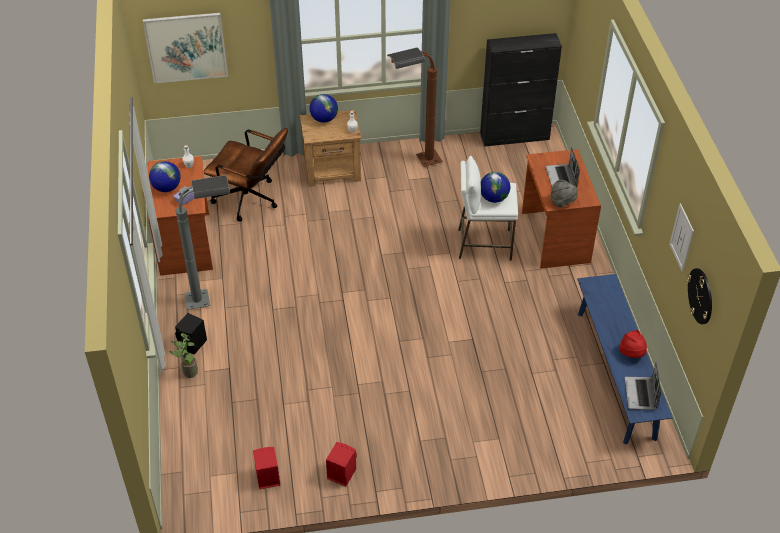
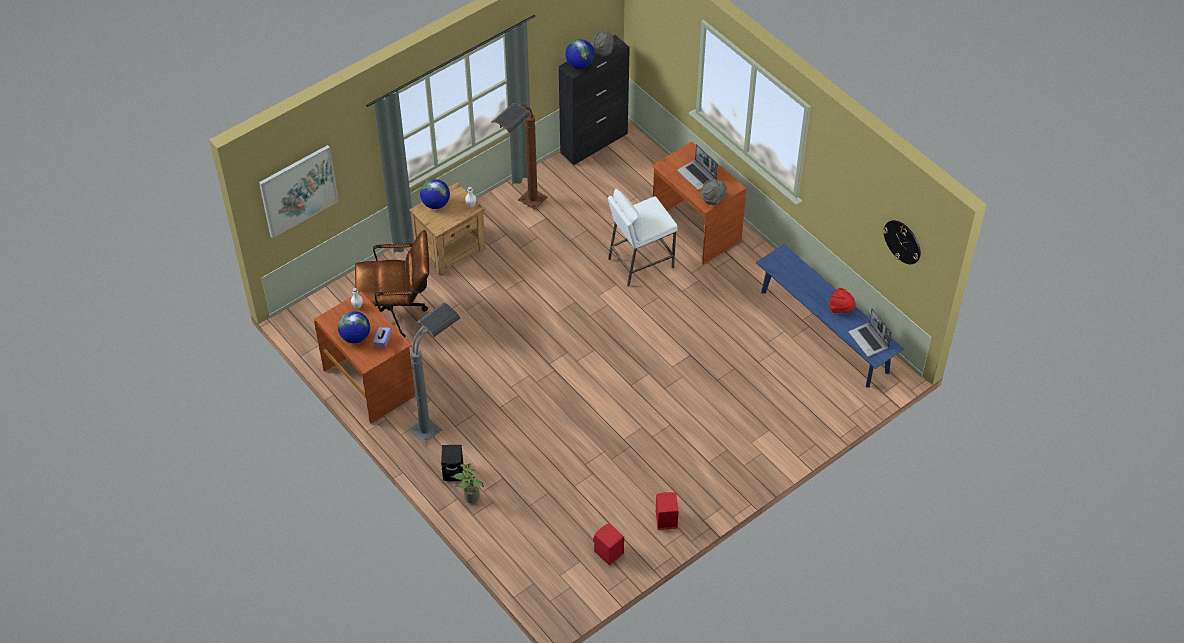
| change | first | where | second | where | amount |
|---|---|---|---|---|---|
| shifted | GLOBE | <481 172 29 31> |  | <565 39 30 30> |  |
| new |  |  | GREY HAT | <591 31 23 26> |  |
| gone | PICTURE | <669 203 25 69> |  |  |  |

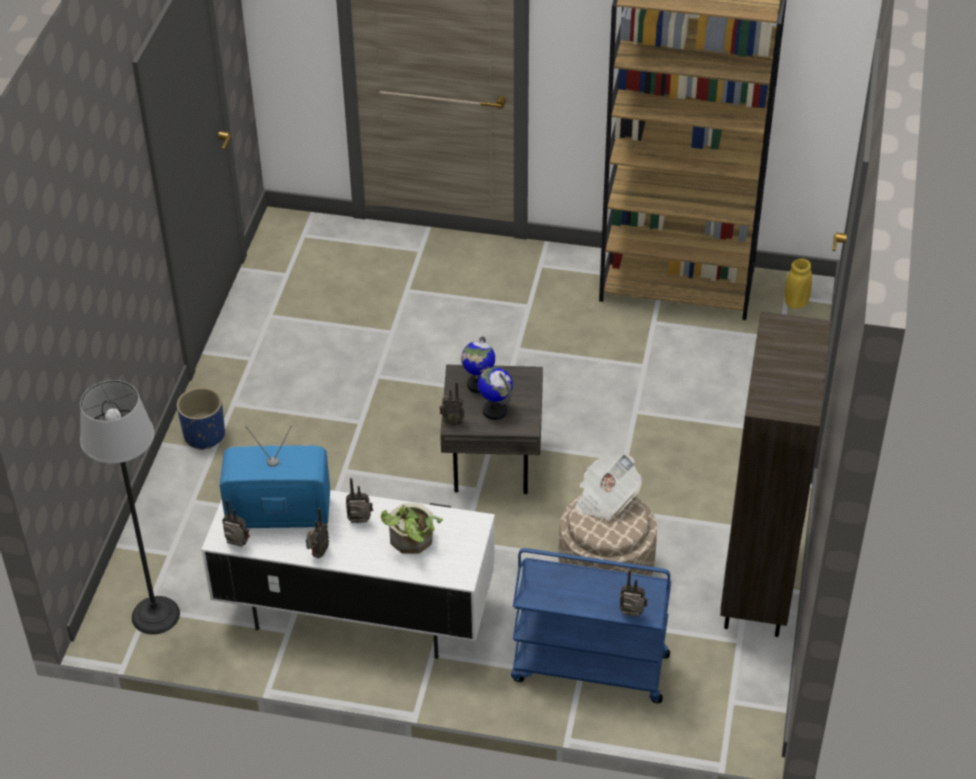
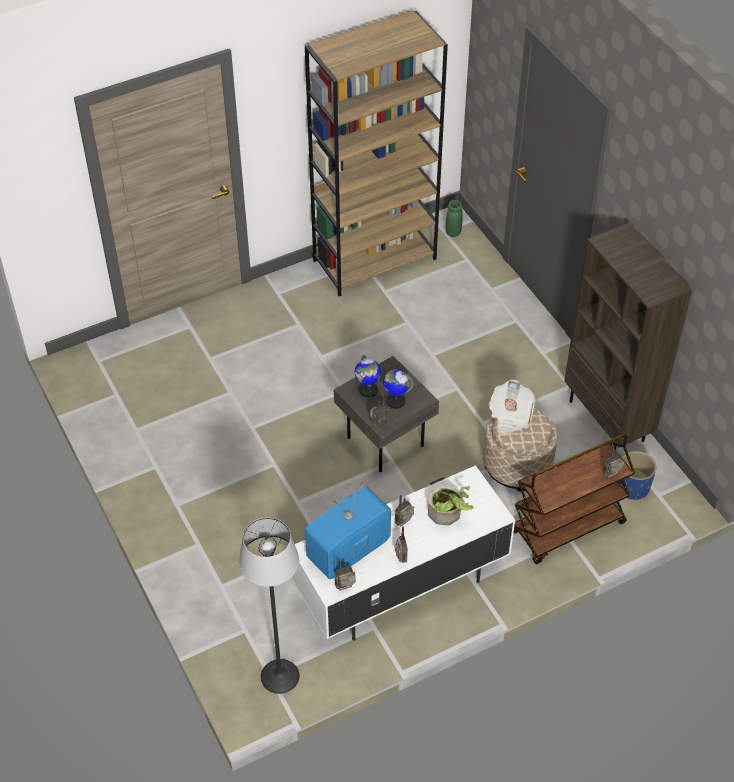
| change | first | where | second | where | amount |
|---|---|---|---|---|---|
| repainted | YELLOW VASE | <784 258 28 51> | GREEN VASE | <446 200 17 37> |  |
| repainted | BLUE CART | <511 548 161 155> | BROWN CART | <513 434 122 130> |  |
| shifted | BLUE PLANTER | <177 387 48 63> |  | <619 451 37 49> |  |

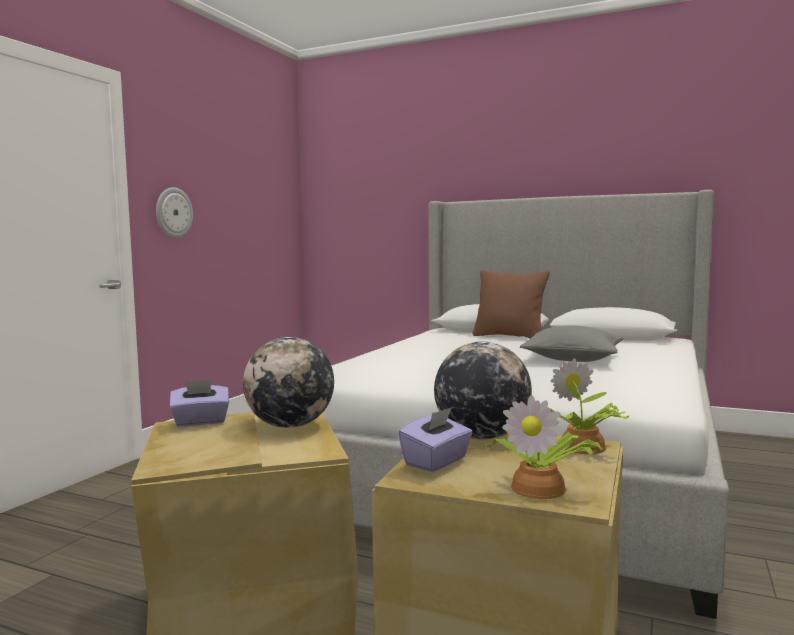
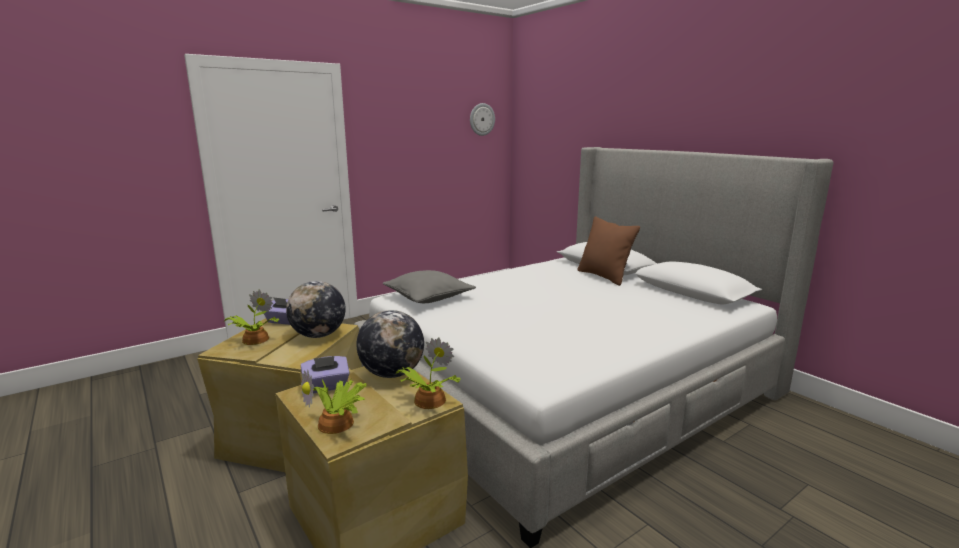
| change | first | where | second | where | amount |
|---|---|---|---|---|---|
| new |  |  | POTTED PLANT | <224 290 55 55> |  |
| shifted | GREY PILLOW | <520 325 104 37> |  | <383 270 93 33> |  |
| shifted | WALL CLOCK | <156 187 37 51> |  | <470 103 25 33> |  |

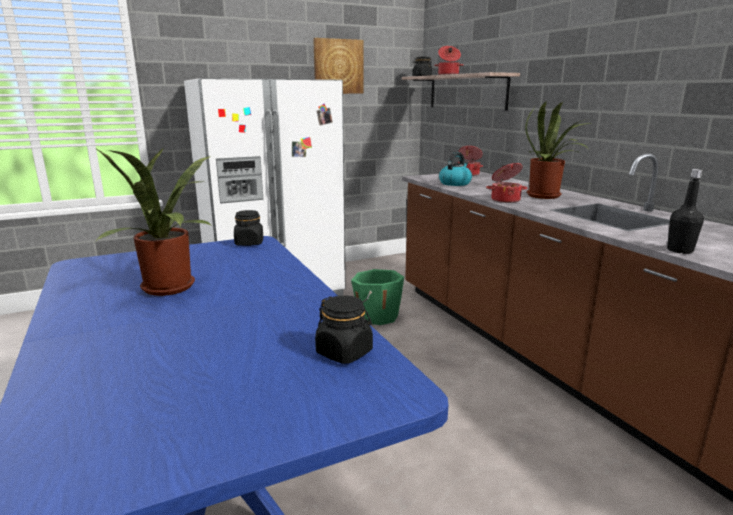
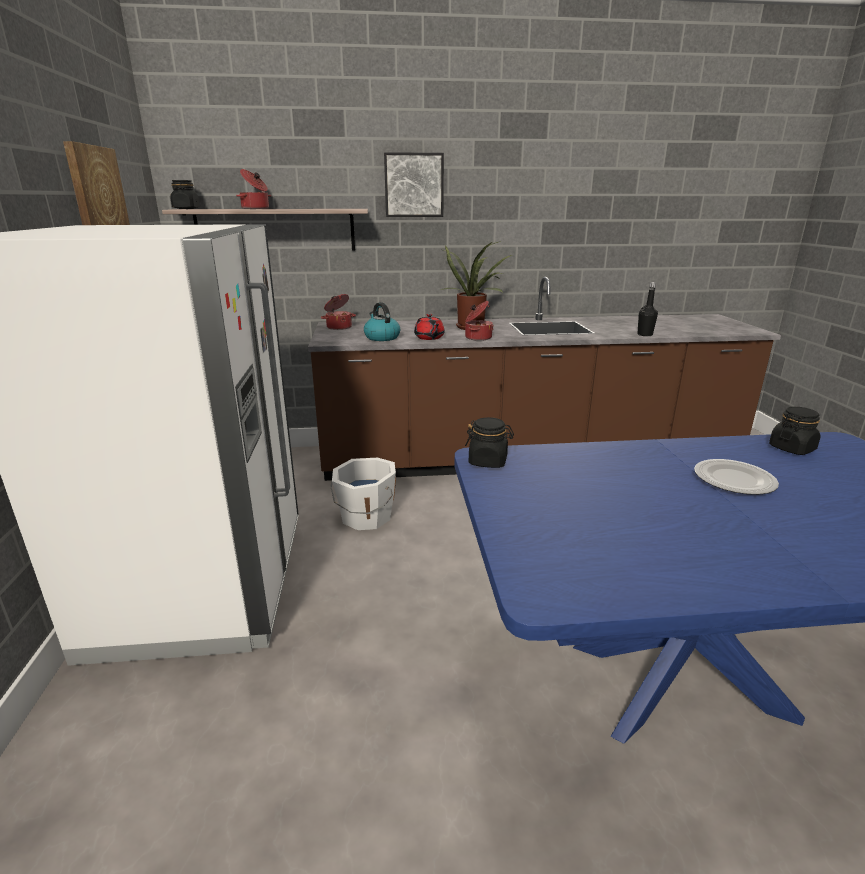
| change | first | where | second | where | amount |
|---|---|---|---|---|---|
| repainted | GREEN BUCKET | <351 269 53 56> | WHITE BUCKET | <330 458 66 72> |  |
| new |  |  | PICTURE | <384 152 60 65> |  |
| new |  |  | RED TEAPOT | <414 314 31 26> |  |
| new |  |  | PLATE | <694 459 85 36> |  |
| gone | POTTED PLANT | <95 148 118 148> |  |  |  |

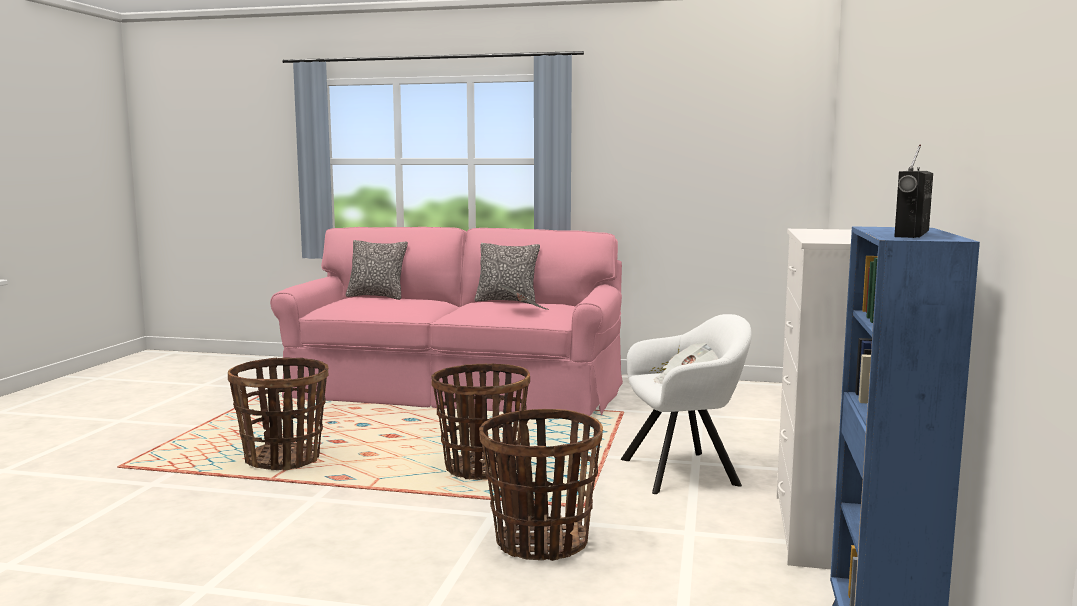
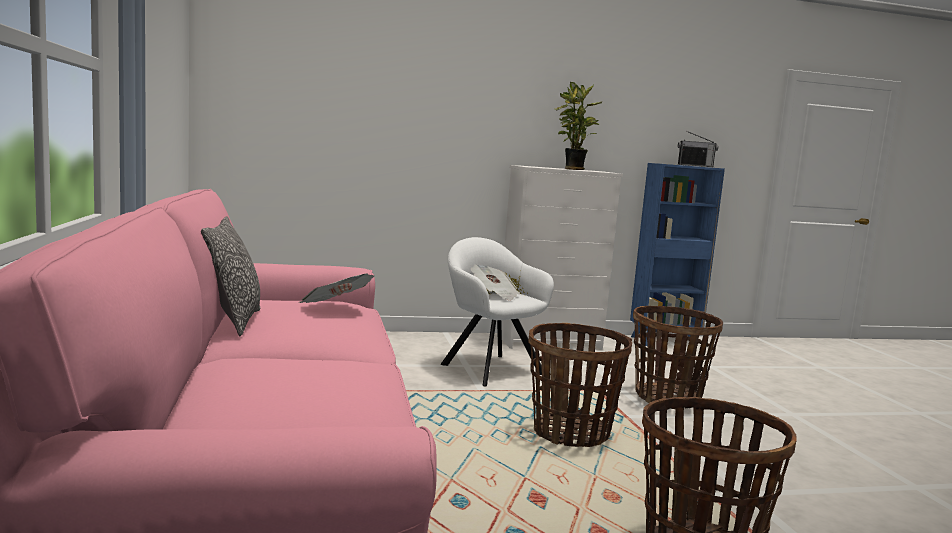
| change | first | where | second | where | amount |
|---|---|---|---|---|---|
| new |  |  | POTTED PLANT | <555 82 48 88> |  |
| gone | PILLOW | <346 240 62 60> |  |  |  |

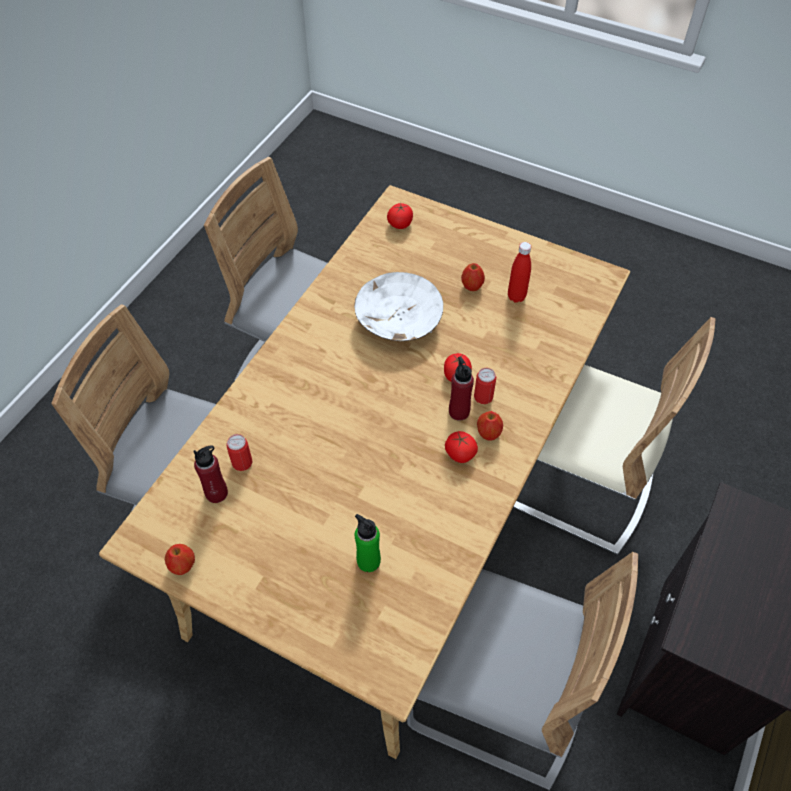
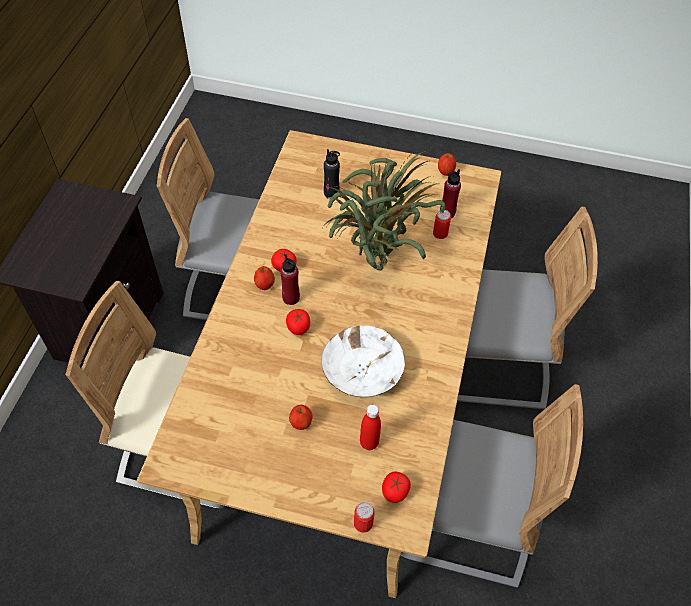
| change | first | where | second | where | amount |
|---|---|---|---|---|---|
| new |  |  | POTTED PLANT | <321 151 124 120> |  |
| repainted | GREEN BOTTLE | <355 514 26 58> | BLACK BOTTLE | <324 149 16 50> |  |
| shifted | CAN | <474 368 22 36> |  | <354 502 21 31> |  |
| shifted | RED BOTTLE | <508 242 23 61> |  | <360 404 21 46> |  |

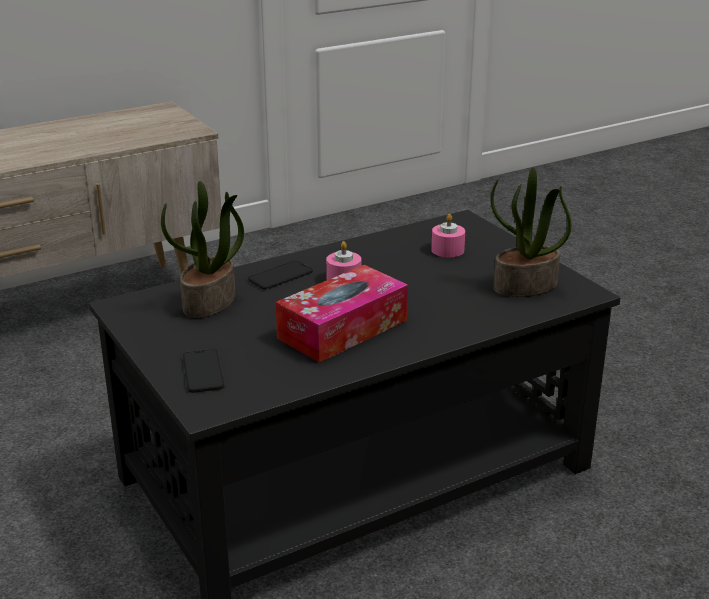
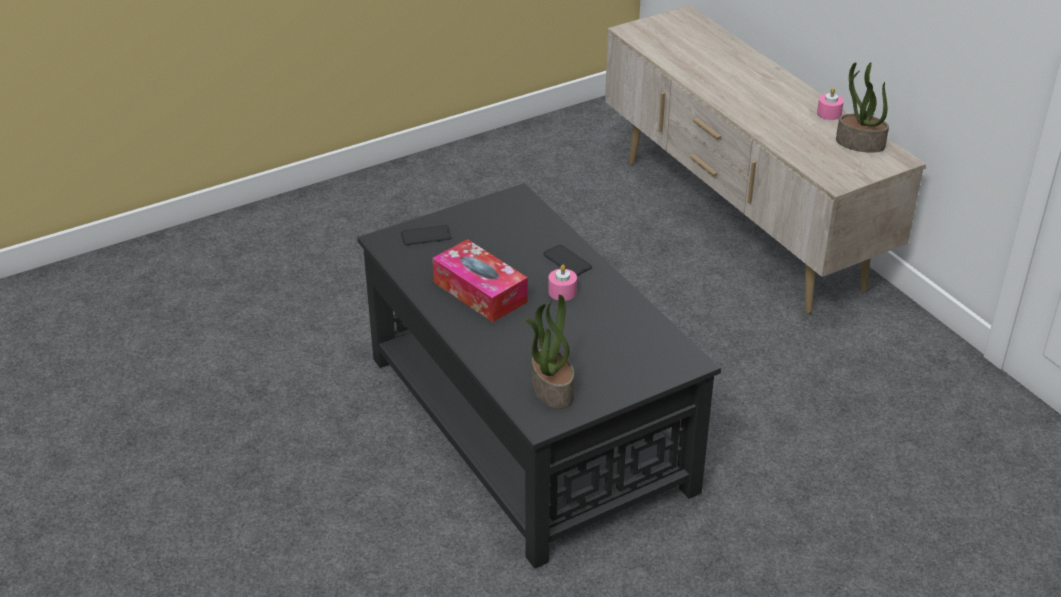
| change | first | where | second | where | amount |
|---|---|---|---|---|---|
| shifted | PINK CANDLE | <431 214 34 43> |  | <817 88 27 32> |  |
| shifted | POTTED PLANT | <161 181 83 137> |  | <836 62 53 91> |  |

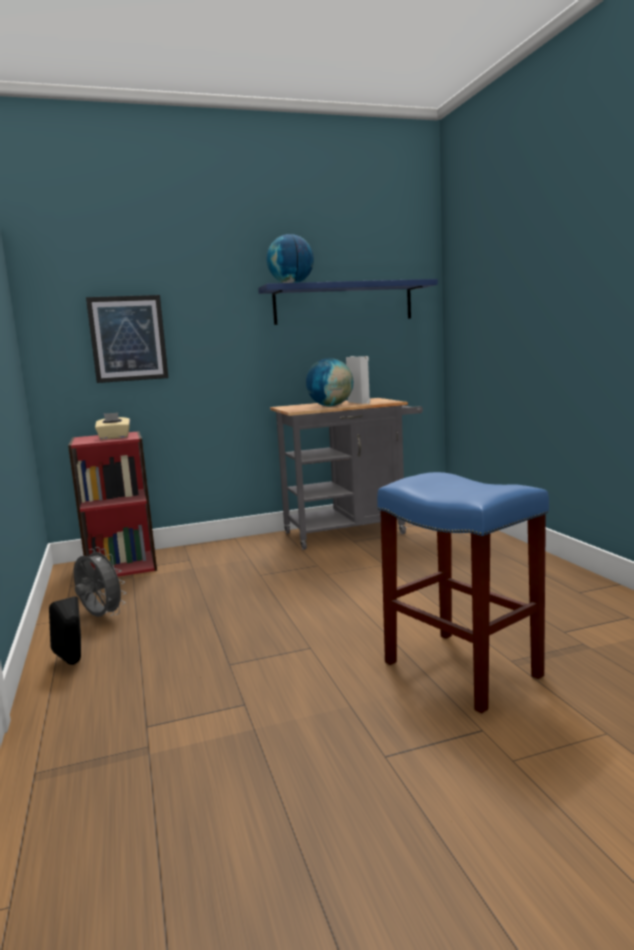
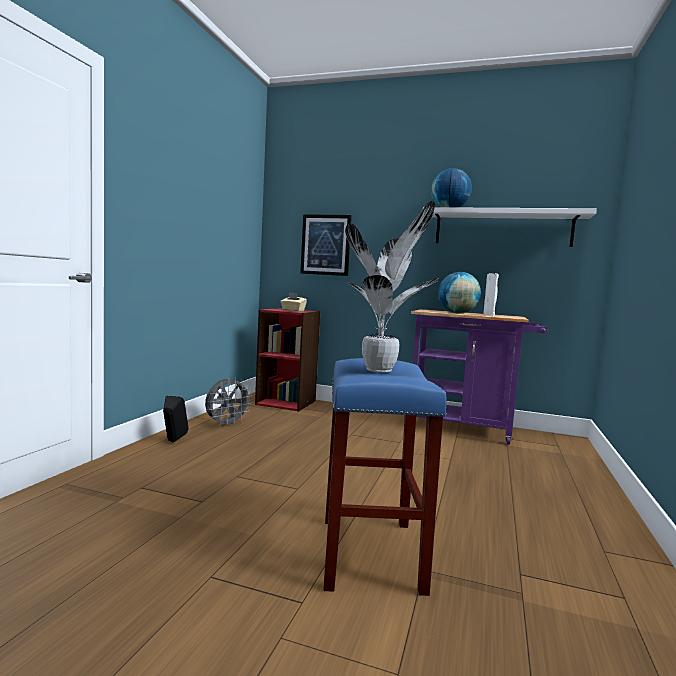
| change | first | where | second | where | amount |
|---|---|---|---|---|---|
| rotated | GREY FAN | <74 547 52 70> |  | <205 377 47 50> | 60 degrees clockwise |
| new |  |  | POTTED PLANT | <345 201 94 172> |  |
| repainted | GREY CART | <270 398 153 152> | PURPLE CART | <411 309 136 136> |  |
| repainted | BLUE SHELF | <258 279 180 46> | WHITE SHELF | <423 207 174 40> |  |

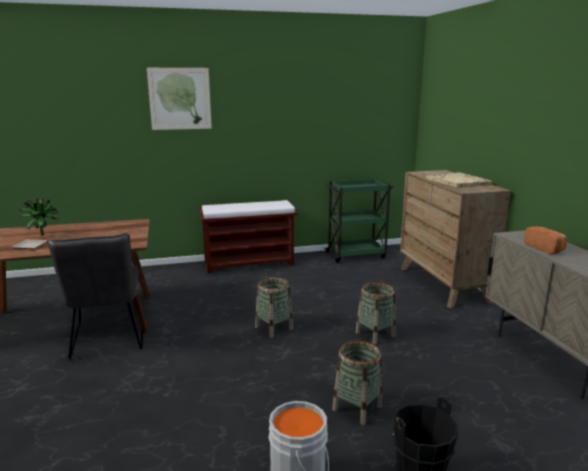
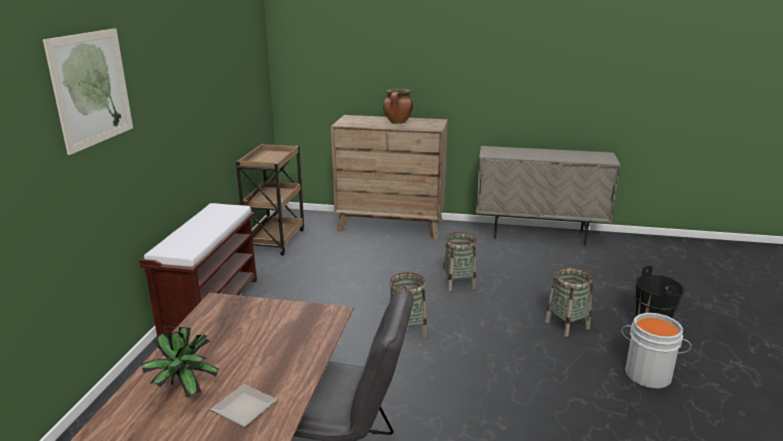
| change | first | where | second | where | amount |
|---|---|---|---|---|---|
| repainted | GREEN CART | <324 179 70 84> | BROWN CART | <236 144 68 112> |  |
| swapped | BEIGE TRAY | <426 172 66 16> | COOKING POT | <383 89 30 35> |  |
| gone | BREAD | <524 227 43 27> |  |  |  |

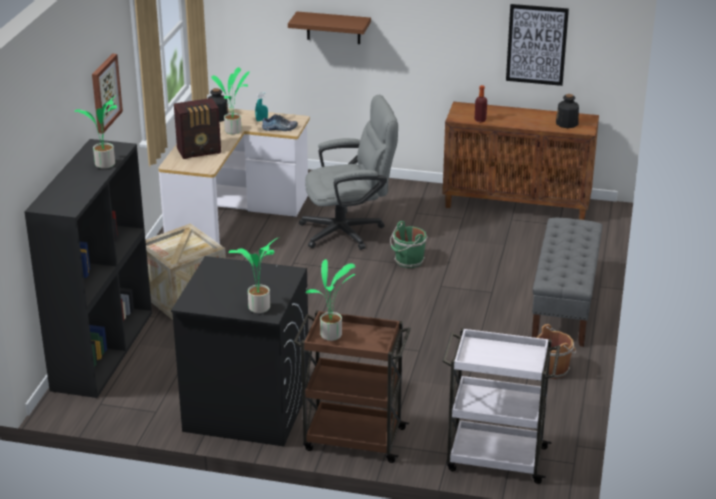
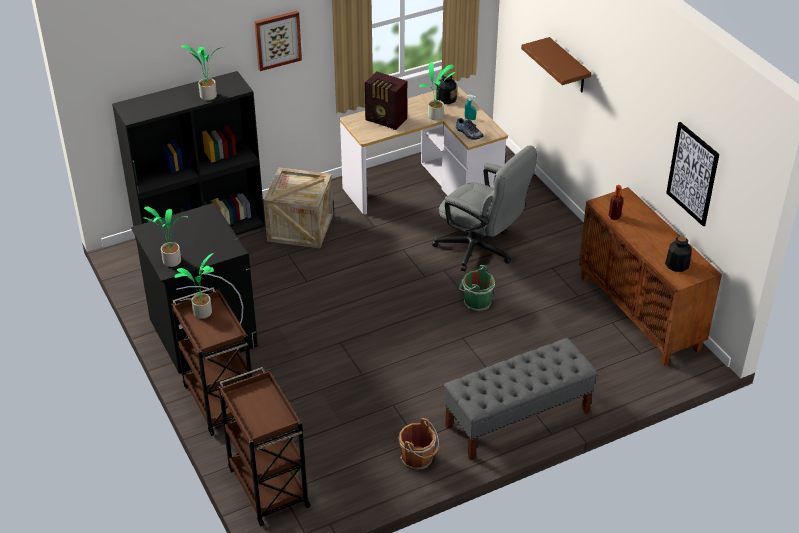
| change | first | where | second | where | amount |
|---|---|---|---|---|---|
| repainted | WHITE CART | <442 328 118 156> | BROWN CART | <218 367 93 160> |  |

